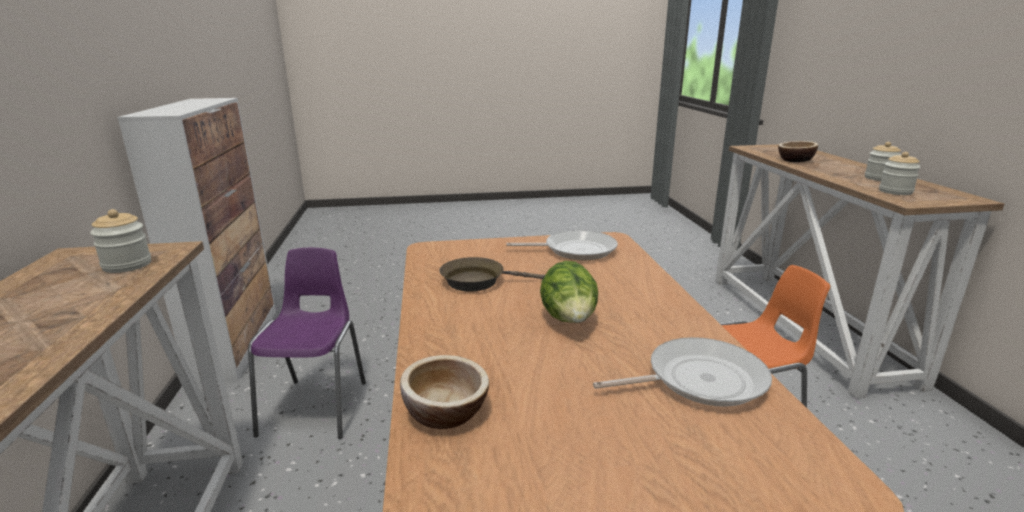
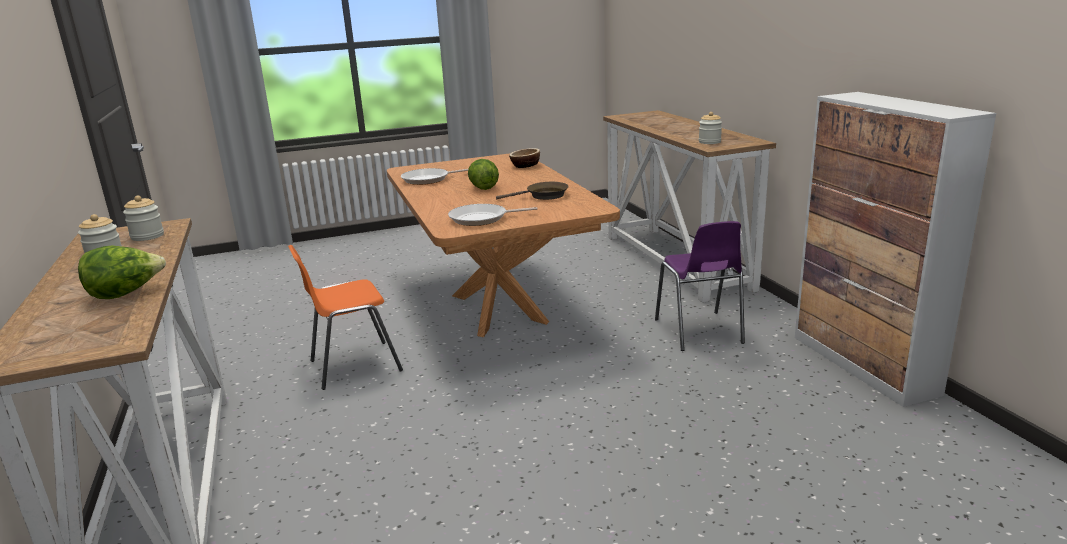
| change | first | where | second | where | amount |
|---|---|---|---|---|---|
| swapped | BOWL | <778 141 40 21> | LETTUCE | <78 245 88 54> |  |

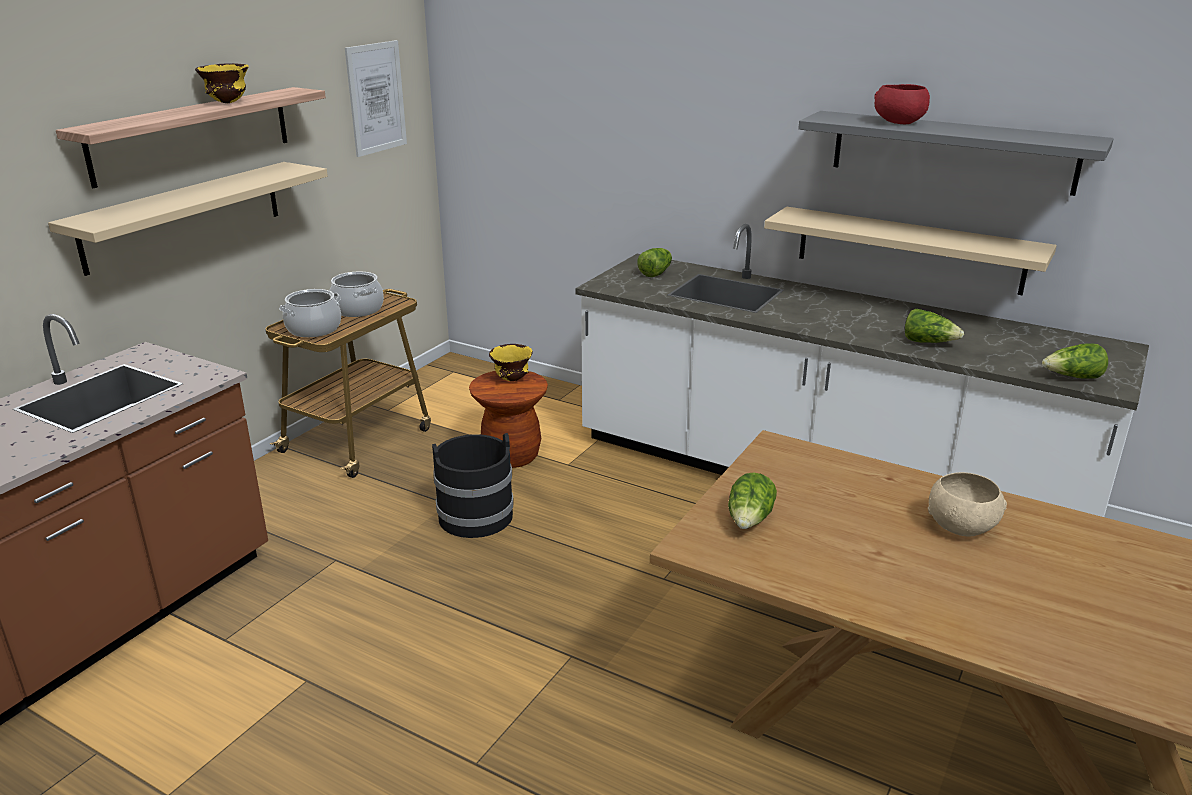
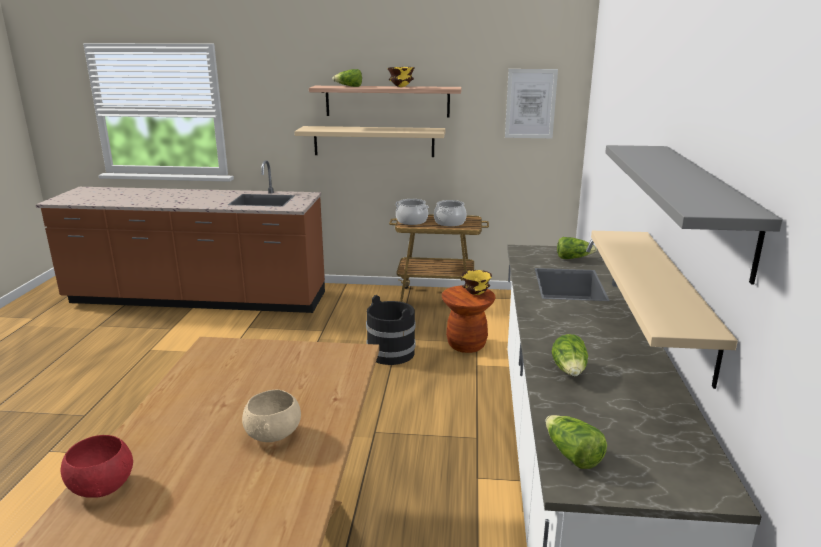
| change | first | where | second | where | amount |
|---|---|---|---|---|---|
| shifted | RED BOWL | <874 84 56 40> |  | <61 435 72 63> |  |
| shifted | LETTUCE | <728 472 49 57> |  | <332 69 30 18> |  |

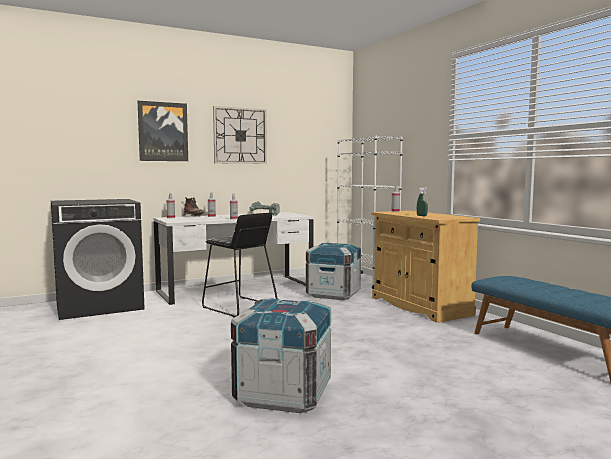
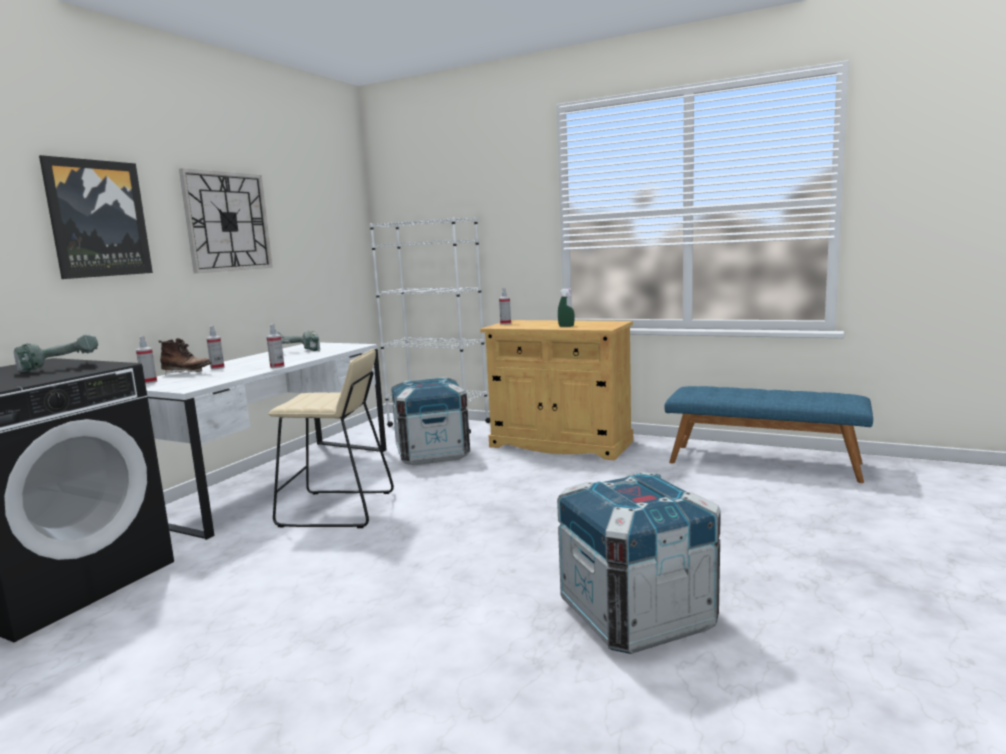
| change | first | where | second | where | amount |
|---|---|---|---|---|---|
| new |  |  | POWER DRILL | <14 334 84 38> |  |
| repainted | BLACK STOOL | <202 213 76 104> | BEIGE STOOL | <268 349 126 179> |  |

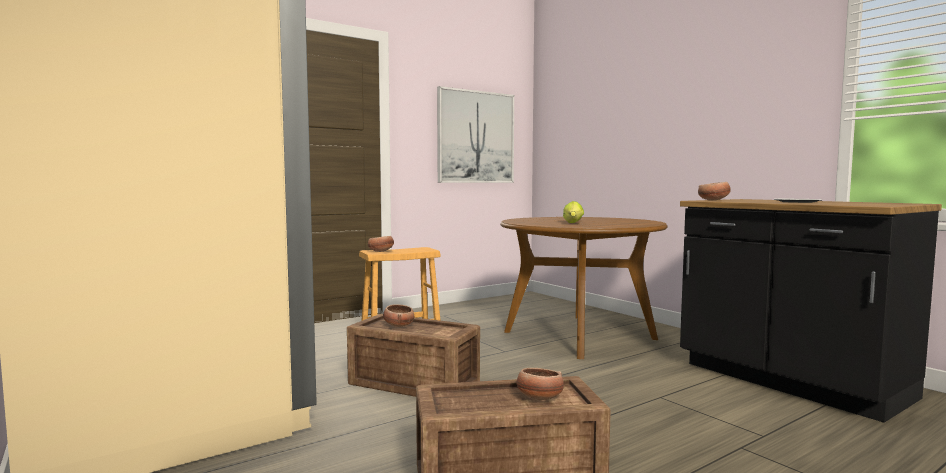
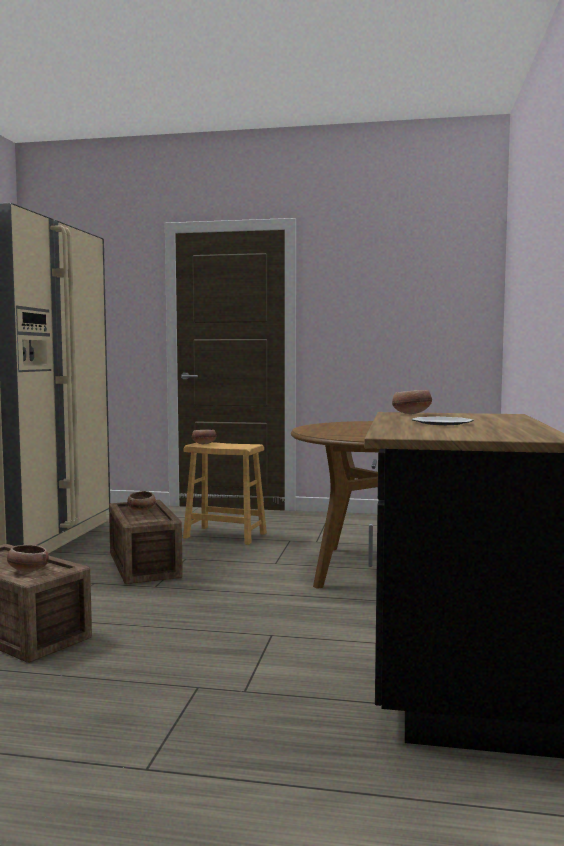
| change | first | where | second | where | amount |
|---|---|---|---|---|---|
| gone | PICTURE | <437 86 77 97> |  |  |  |
| gone | LETTUCE | <563 201 21 22> |  |  |  |

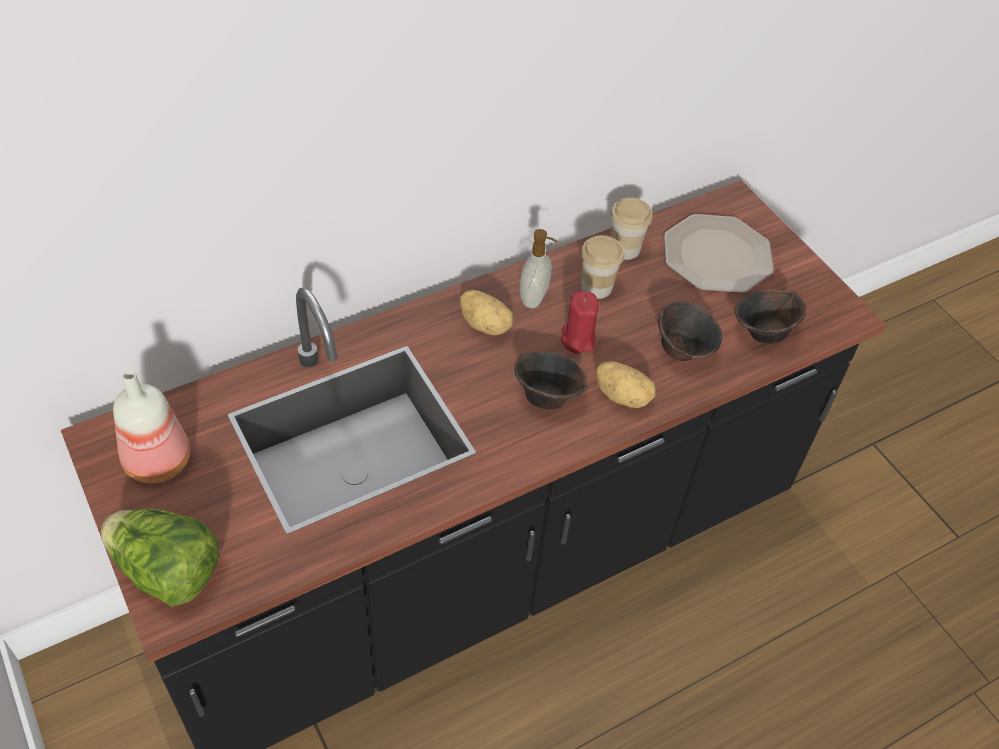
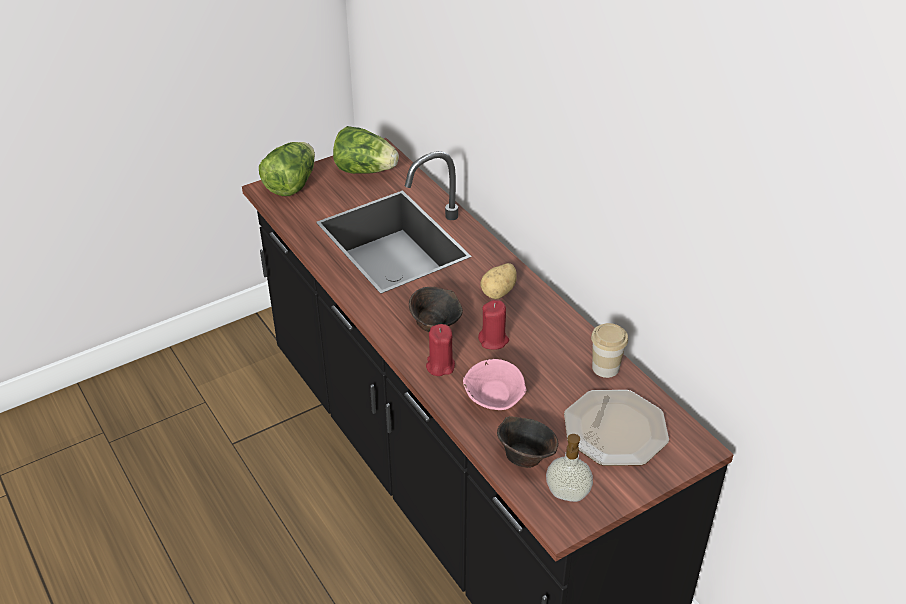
| change | first | where | second | where | amount |
|---|---|---|---|---|---|
| swapped | BOTTLE | <113 370 77 114> | LETTUCE | <333 126 66 48> |  |
| swapped | POTATO | <596 361 59 47> | RED CANDLE | <426 324 29 52> |  |
| repainted | BROWN BOWL | <659 301 63 60> | PINK BOWL | <463 359 63 51> |  |
| shifted | SOAP DISPENSER | <520 229 37 79> |  | <546 434 47 68> |  |
| gone | CUP | <581 235 43 64> |  |  |  |

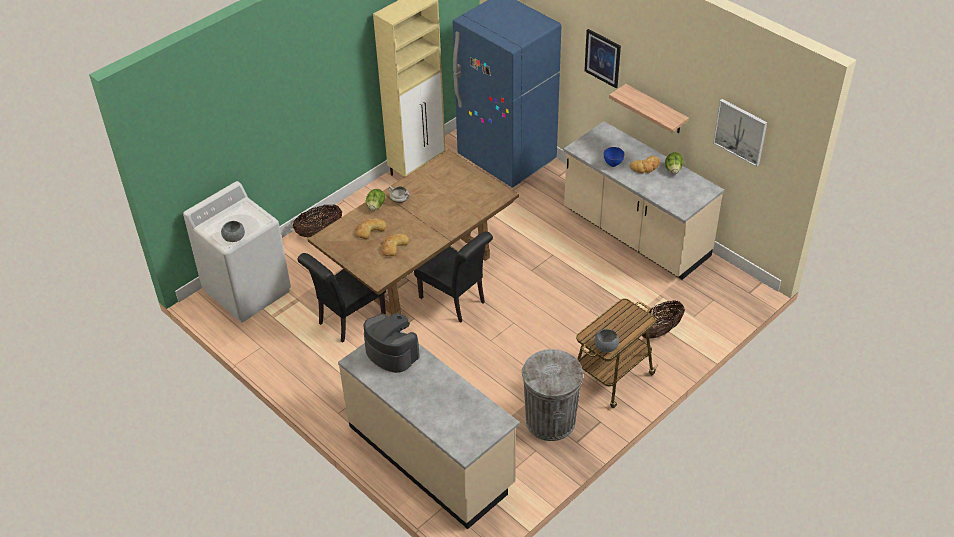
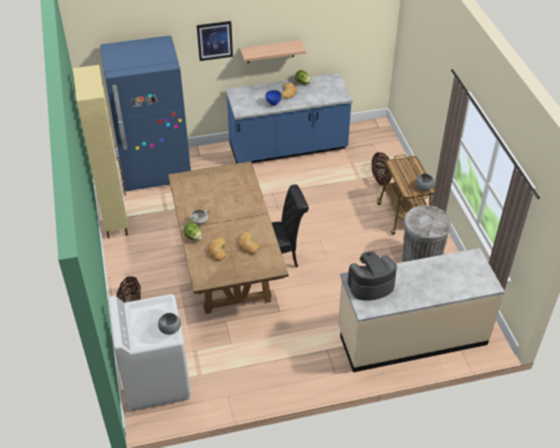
| change | first | where | second | where | amount |
|---|---|---|---|---|---|
| repainted | BEIGE COUNTER | <564 121 160 159> | BLUE COUNTER | <226 73 127 90> |  |
| gone | BLACK CHAIR | <297 253 89 90> |  |  |  |
| gone | PICTURE | <713 99 54 68> |  |  |  |

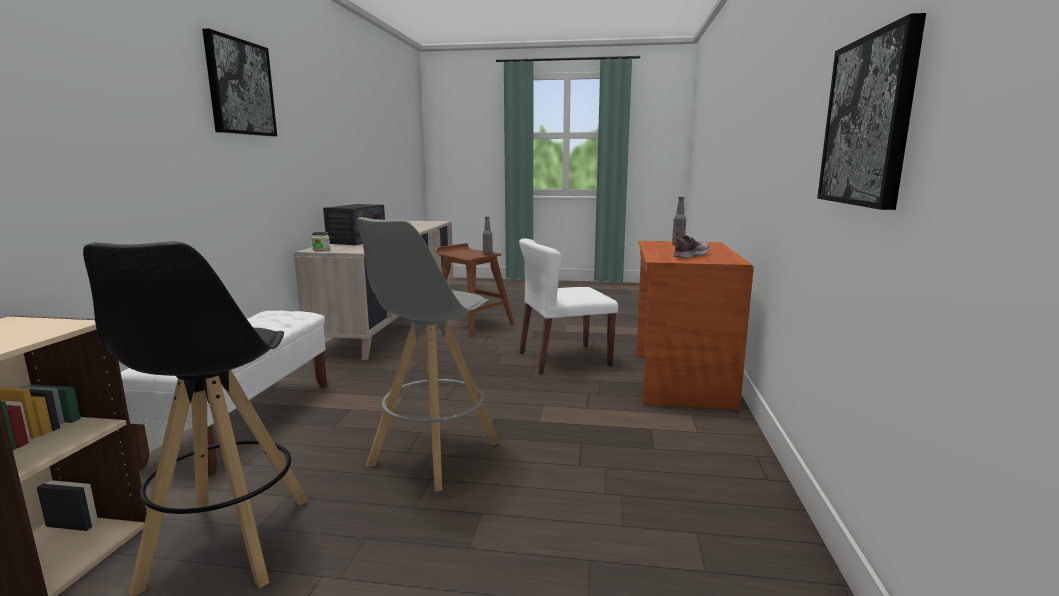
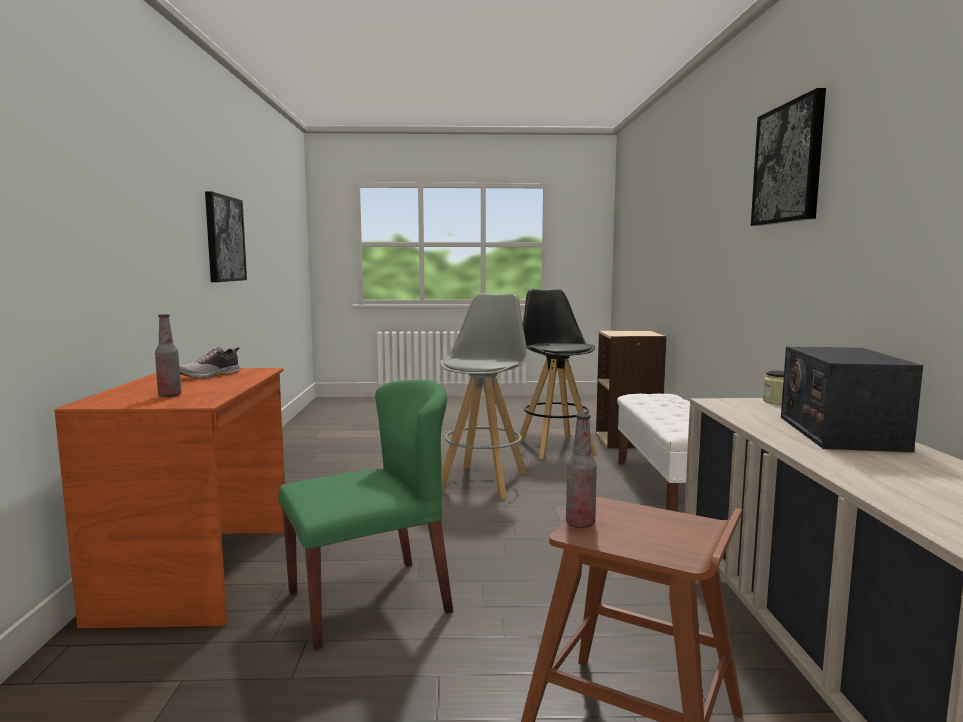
| change | first | where | second | where | amount |
|---|---|---|---|---|---|
| repainted | WHITE CHAIR | <519 238 99 137> | GREEN CHAIR | <278 380 175 270> |  |

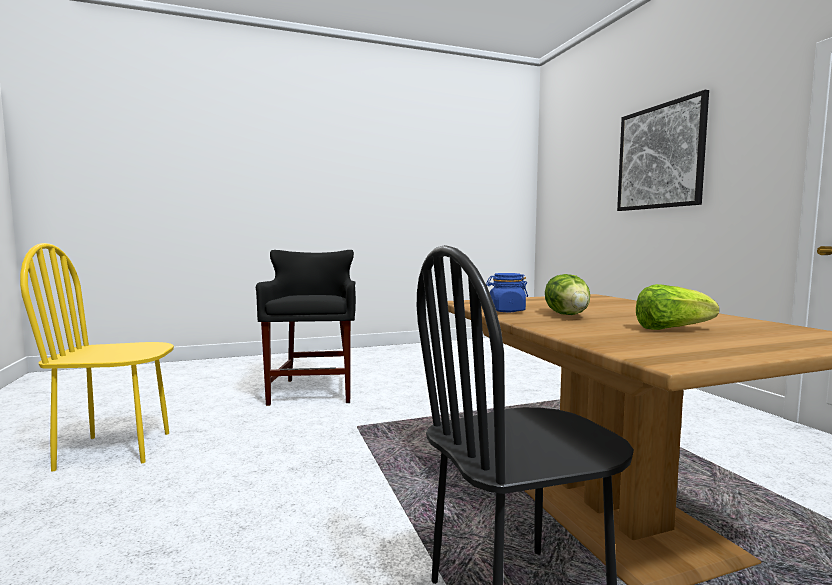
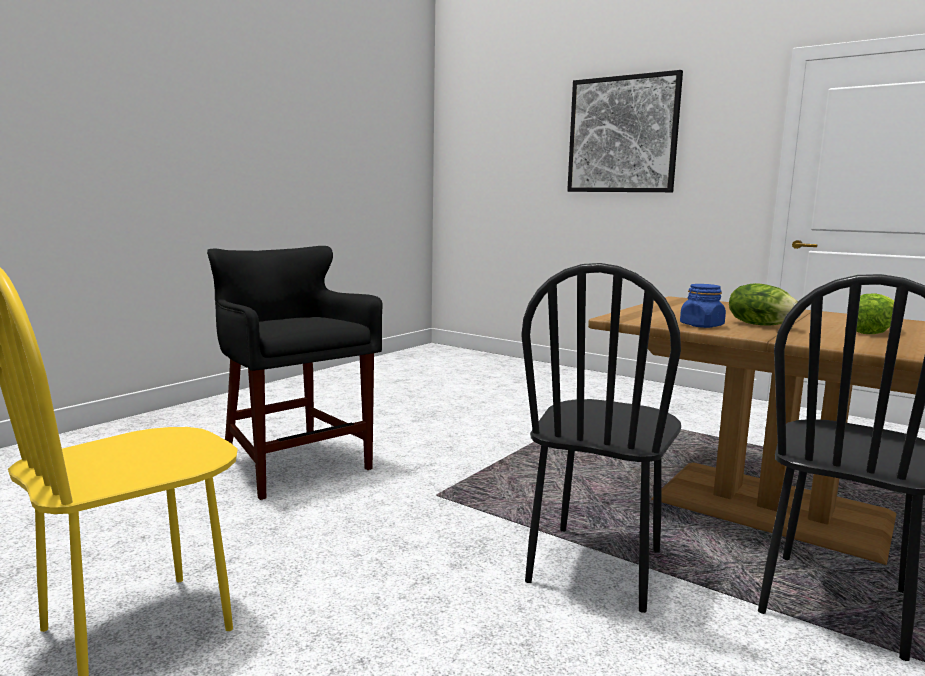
| change | first | where | second | where | amount |
|---|---|---|---|---|---|
| new |  |  | BLACK CHAIR | <521 263 160 350> |  |

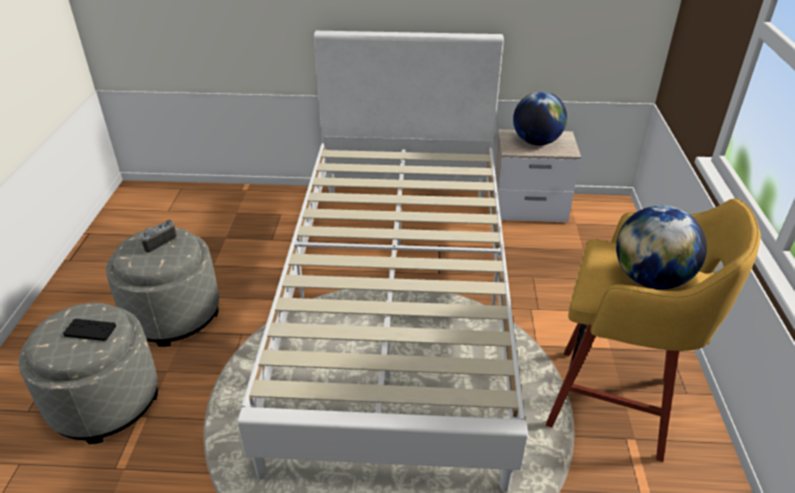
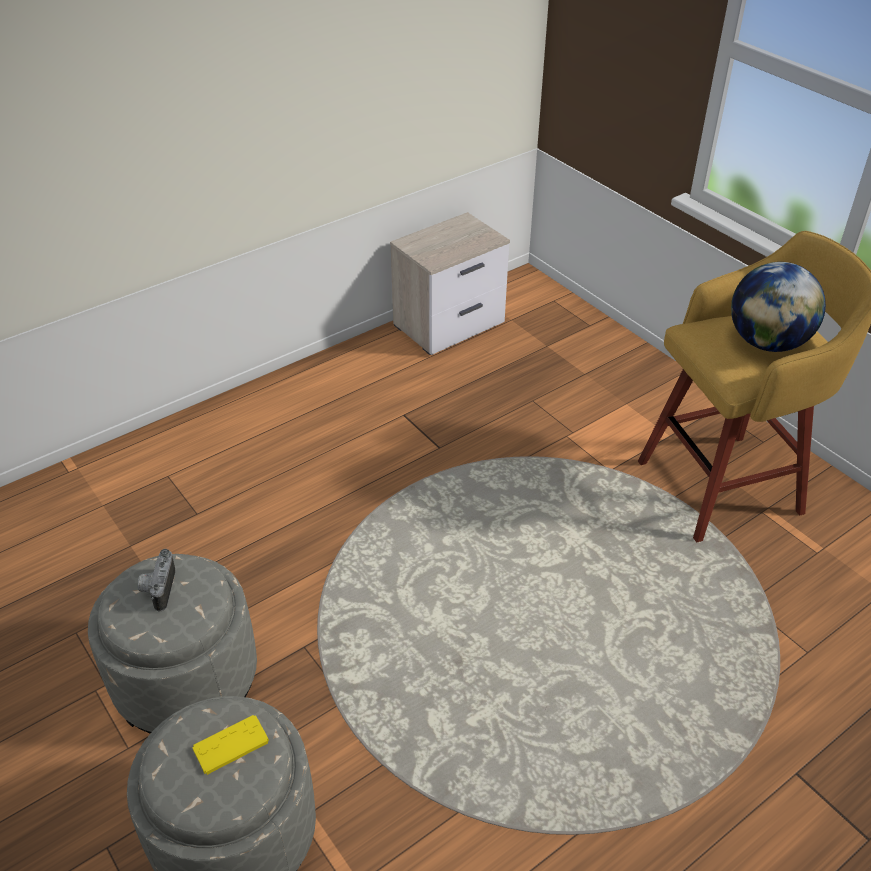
| change | first | where | second | where | amount |
|---|---|---|---|---|---|
| repainted | BLACK GAME CONTROLLER | <63 319 53 22> | YELLOW GAME CONTROLLER | <192 715 77 60> |  |
| gone | WHITE BED | <237 31 291 461> |  |  |  |
| gone | GLOBE | <513 92 54 54> |  |  |  |

